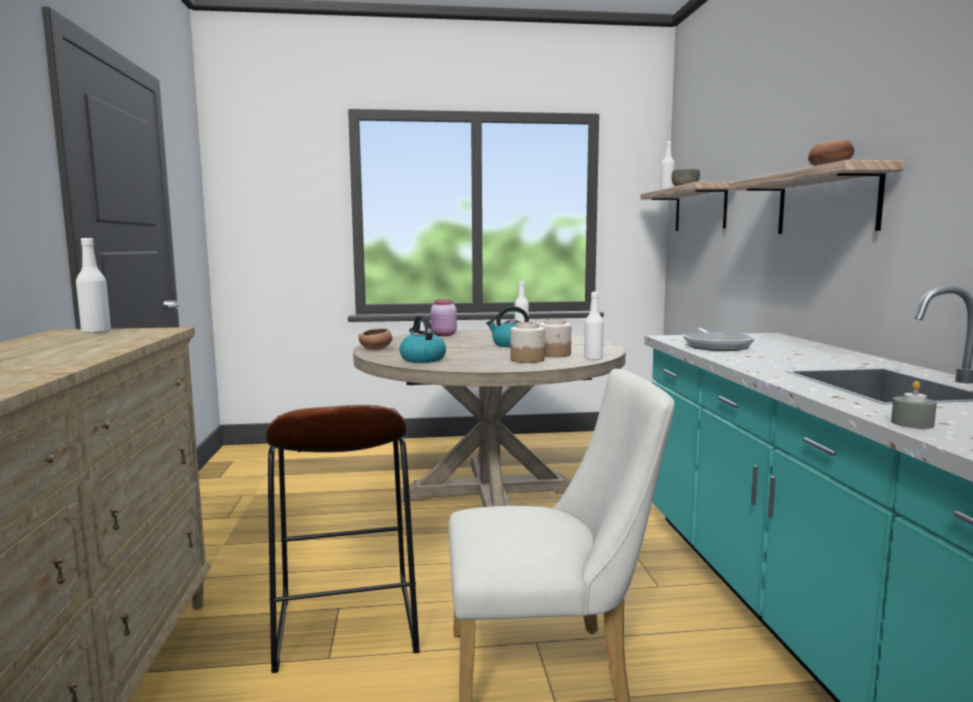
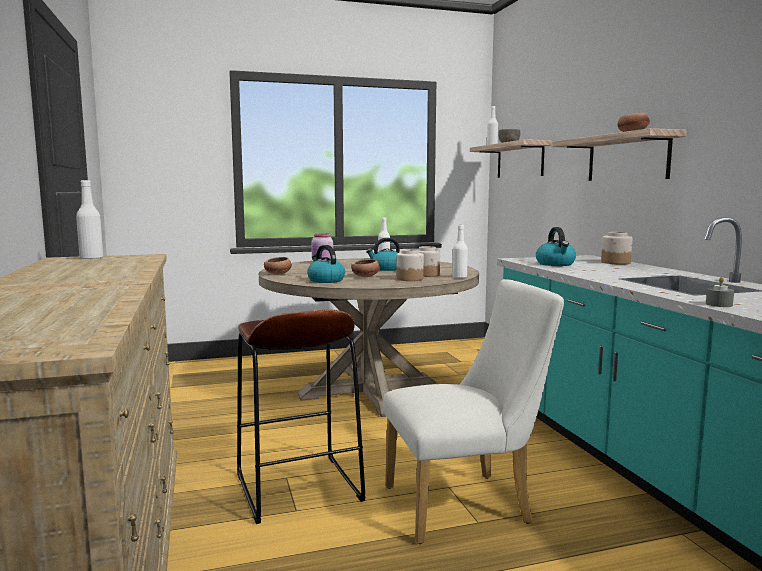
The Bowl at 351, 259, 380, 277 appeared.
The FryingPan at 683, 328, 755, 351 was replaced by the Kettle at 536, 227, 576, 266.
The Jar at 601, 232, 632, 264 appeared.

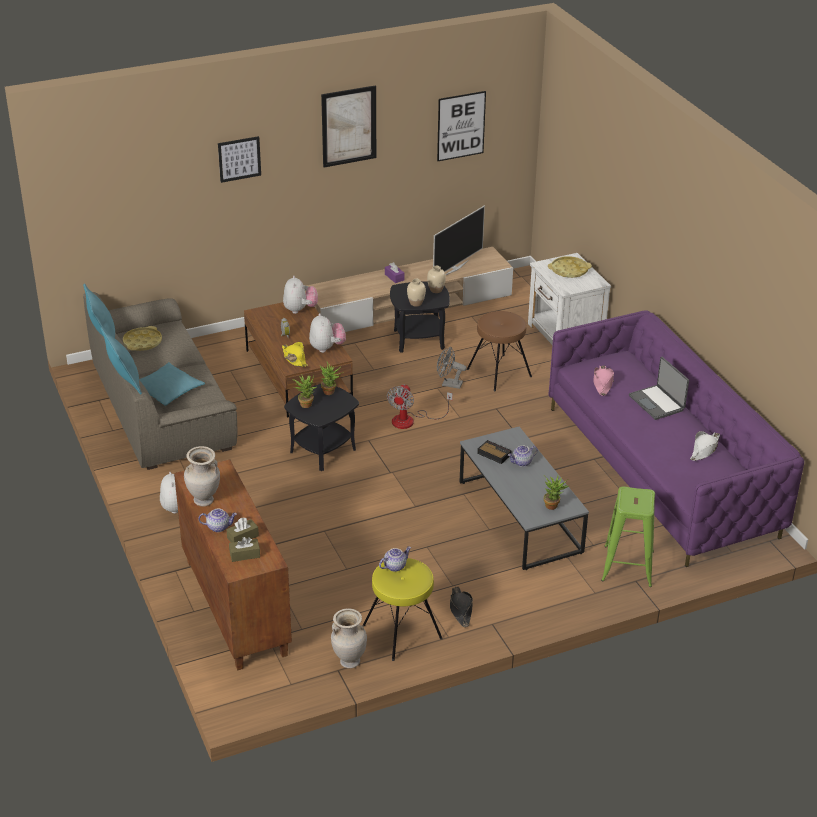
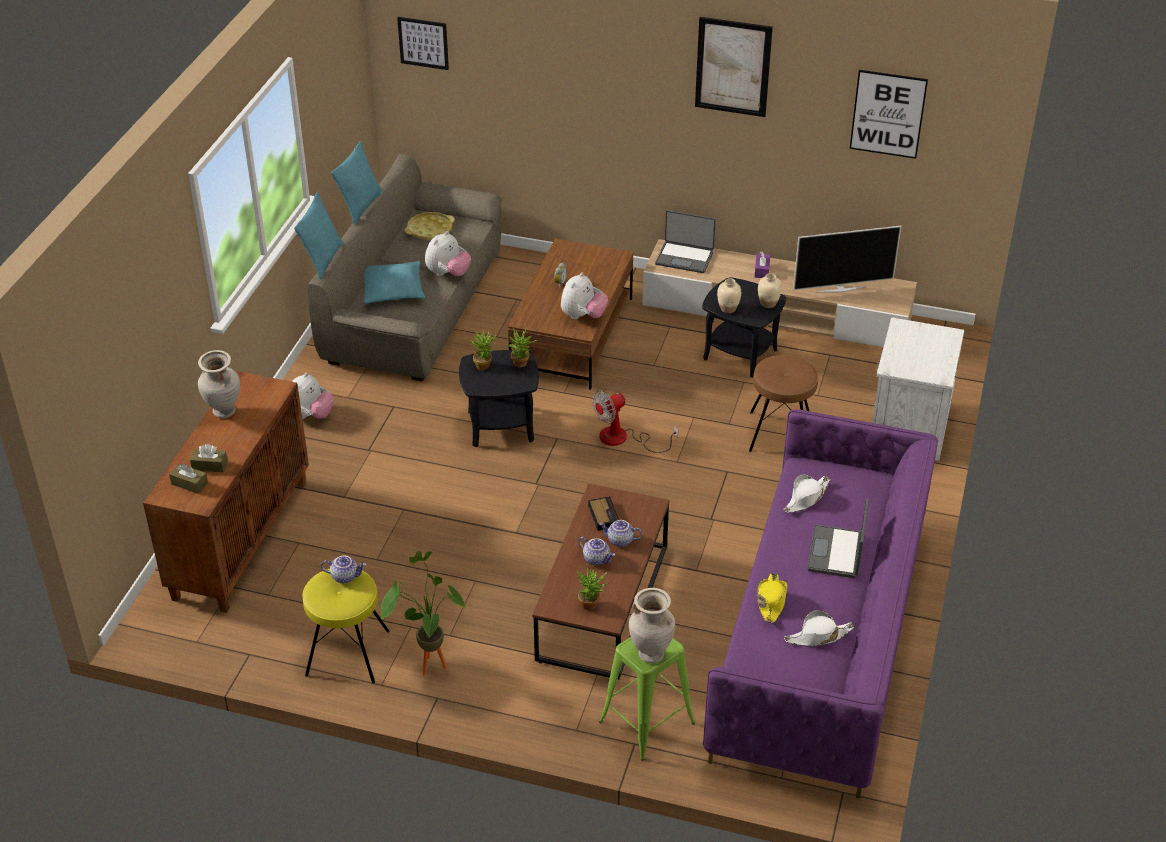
The BlackHat at 450, 587, 473, 627 was replaced by the PottedPlant at 381, 551, 467, 676.
The Picture moved from 218, 136, 261, 183 to 397, 17, 449, 70.
The PlushToy moved from 283, 276, 318, 314 to 425, 231, 471, 276.
The GreyCoffeeTable at 460, 427, 589, 570 became the BrownCoffeeTable at 532, 484, 670, 680.
The Teapot moved from 198, 509, 237, 532 to 578, 537, 615, 565.
The BeigeVase moved from 331, 608, 367, 668 to 629, 588, 675, 663.
The Laptop at 655, 210, 716, 273 appeared.
The YellowHat moved from 282, 342, 308, 367 to 757, 573, 787, 623.
The PinkHat at 593, 365, 614, 396 became the WhiteHat at 783, 475, 830, 513.
The GreyFan at 437, 347, 467, 389 disappeared.
The YellowTray at 548, 256, 592, 278 disappeared.

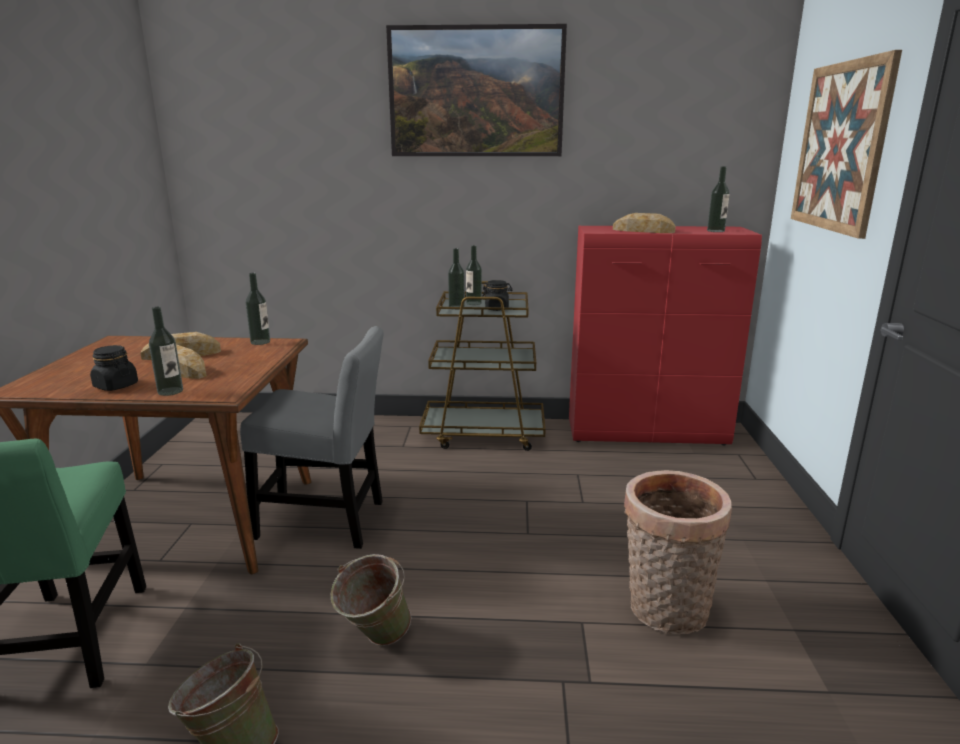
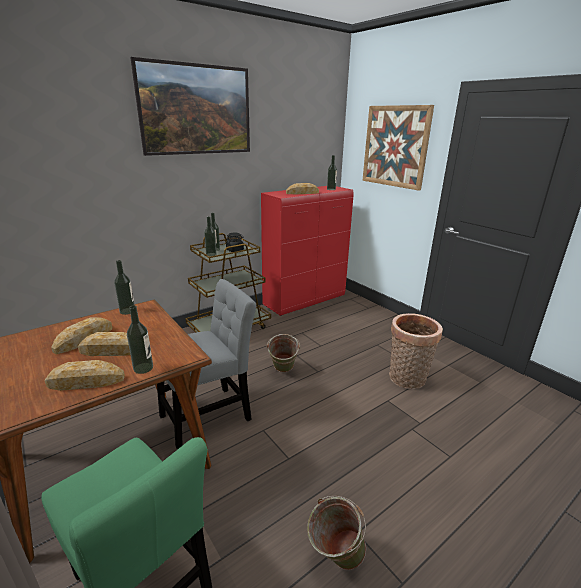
The BlackJar at 90, 345, 138, 391 was replaced by the Bread at 45, 360, 125, 391.
The GreenBucket moved from 331, 554, 411, 646 to 267, 334, 300, 372.

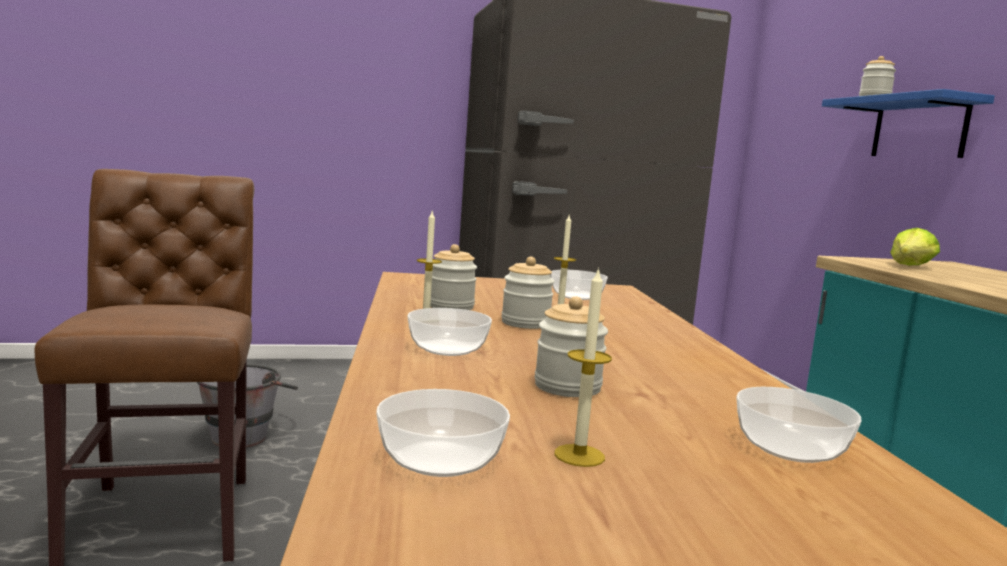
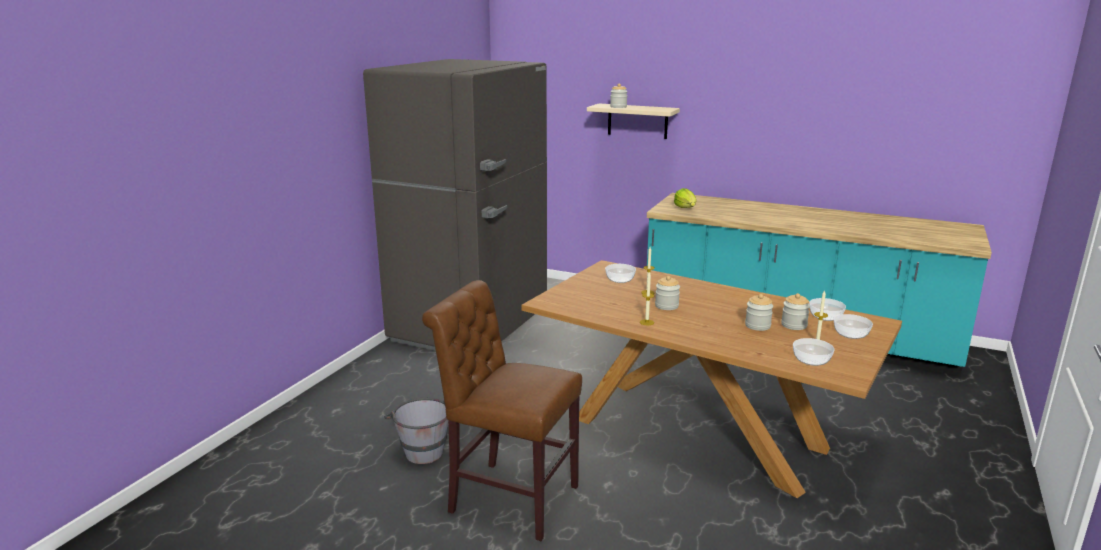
The BlueShelf at 822, 89, 995, 158 became the BeigeShelf at 587, 104, 680, 139.
The Jar moved from 430, 244, 477, 310 to 781, 293, 810, 330.
The Bowl moved from 408, 308, 492, 356 to 834, 314, 873, 339.

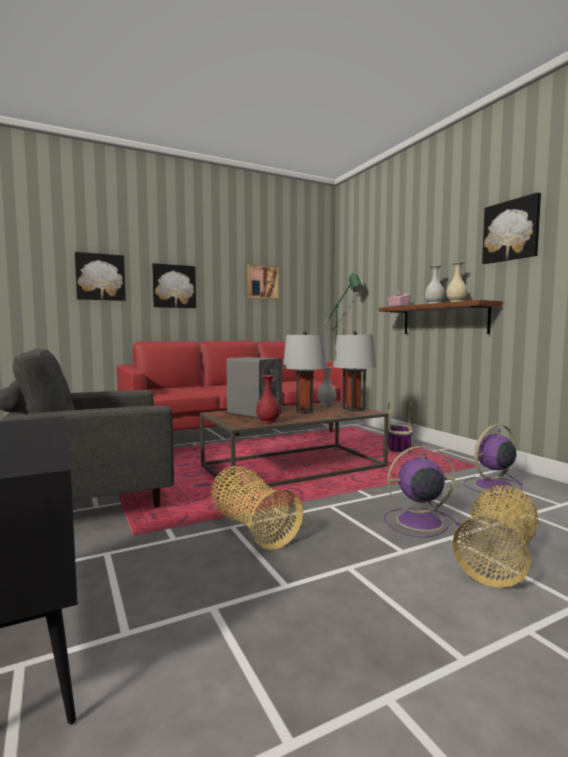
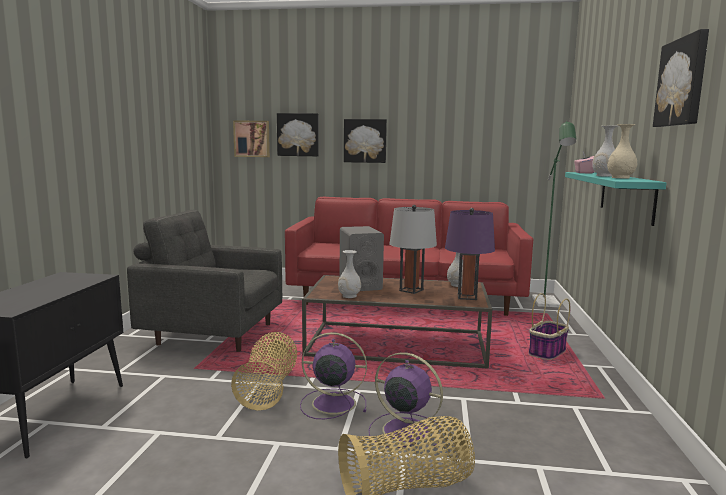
The Picture moved from 247, 264, 279, 300 to 233, 121, 270, 157.
The PurpleFan moved from 464, 424, 522, 497 to 300, 332, 367, 419.
The RedVase at 256, 375, 280, 423 became the WhiteVase at 338, 250, 361, 298.
The GreyTableLamp at 333, 331, 376, 412 became the PurpleTableLamp at 445, 208, 495, 300.
The BrownShelf at 379, 300, 502, 334 became the TurquoiseShelf at 565, 172, 666, 226.

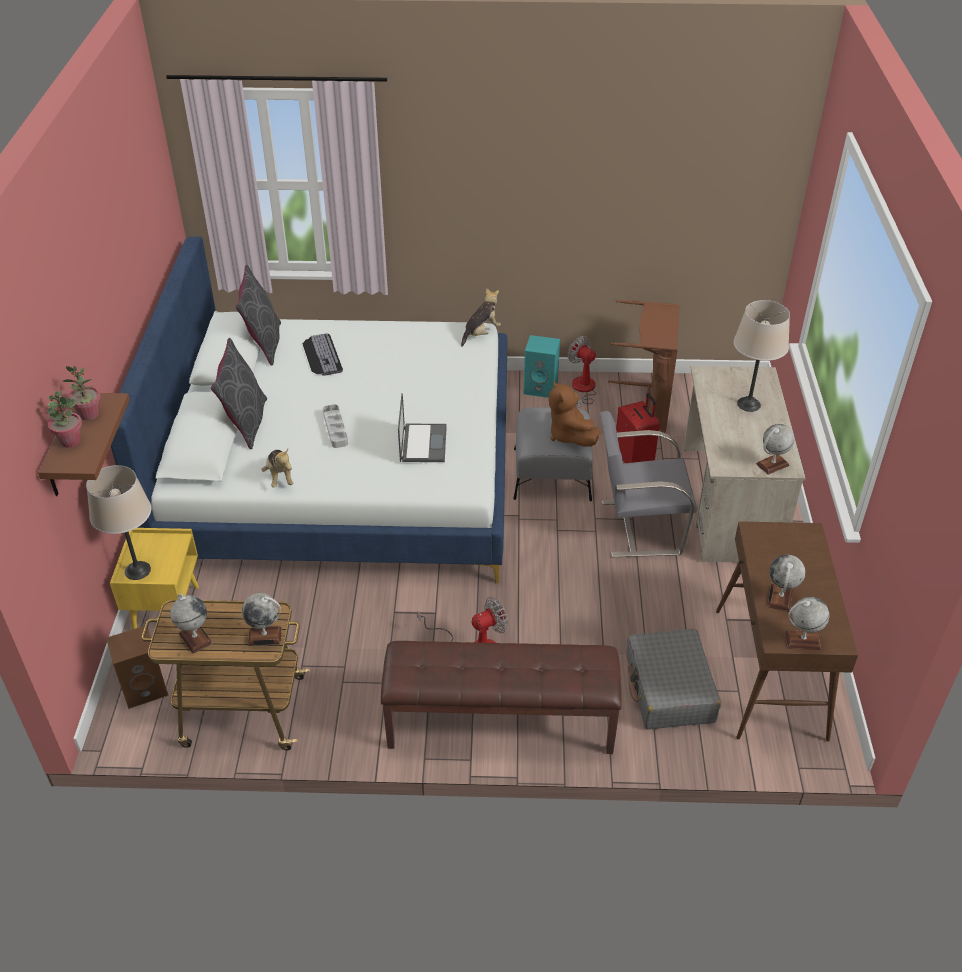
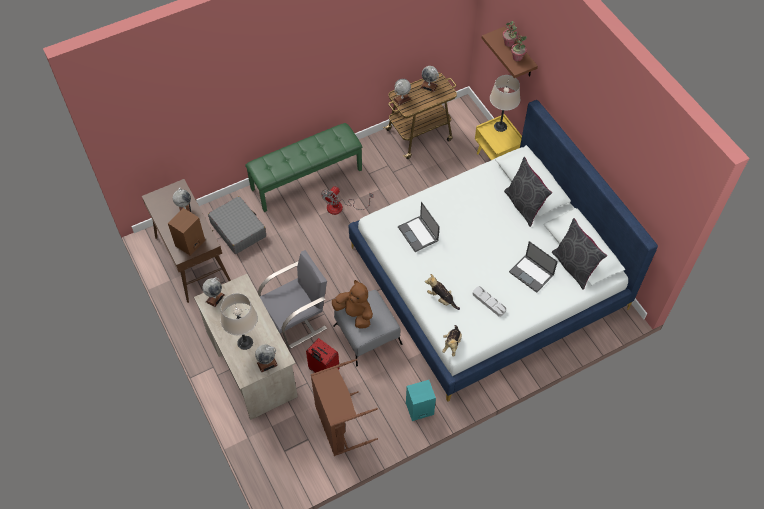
The BrownSpeaker moved from 106, 626, 168, 709 to 168, 208, 205, 256.
The BrownBench at 381, 641, 622, 754 became the GreenBench at 245, 123, 363, 212.
The Globe moved from 785, 597, 829, 650 to 255, 344, 278, 373.
The PlushToy moved from 261, 449, 293, 488 to 425, 274, 460, 310.
The GreyTray moved from 323, 404, 348, 448 to 473, 286, 506, 317.
The Keyboard at 303, 333, 343, 376 was replaced by the Laptop at 509, 241, 558, 293.
The Fan at 568, 336, 596, 409 disappeared.

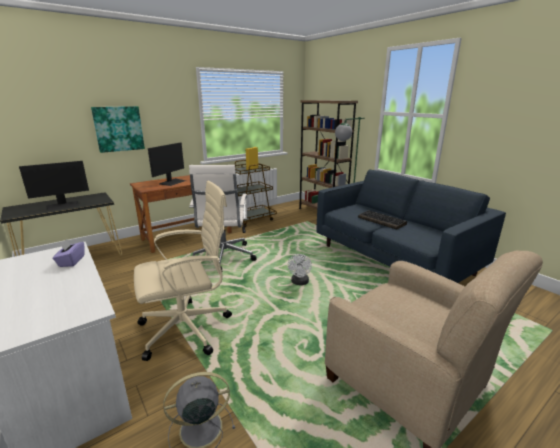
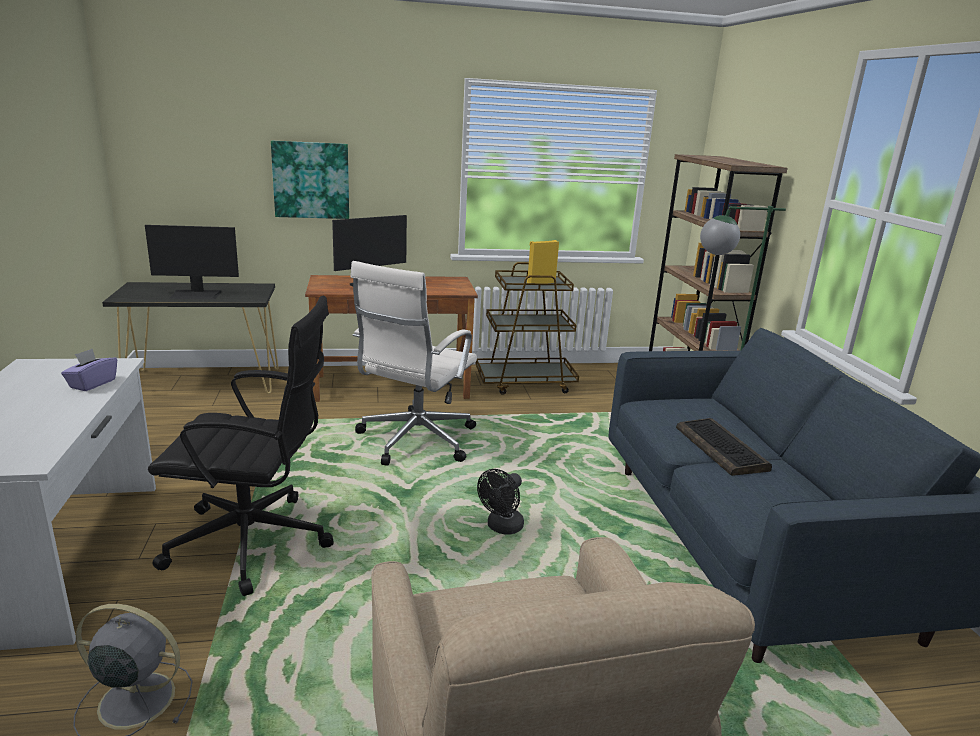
The BeigeOfficeChair at 134, 181, 232, 361 became the BlackOfficeChair at 148, 296, 334, 596.
The WhiteFan at 288, 254, 312, 285 became the BlackFan at 477, 469, 524, 535.

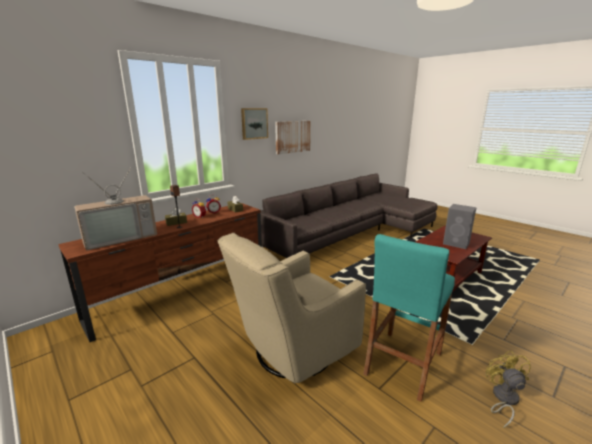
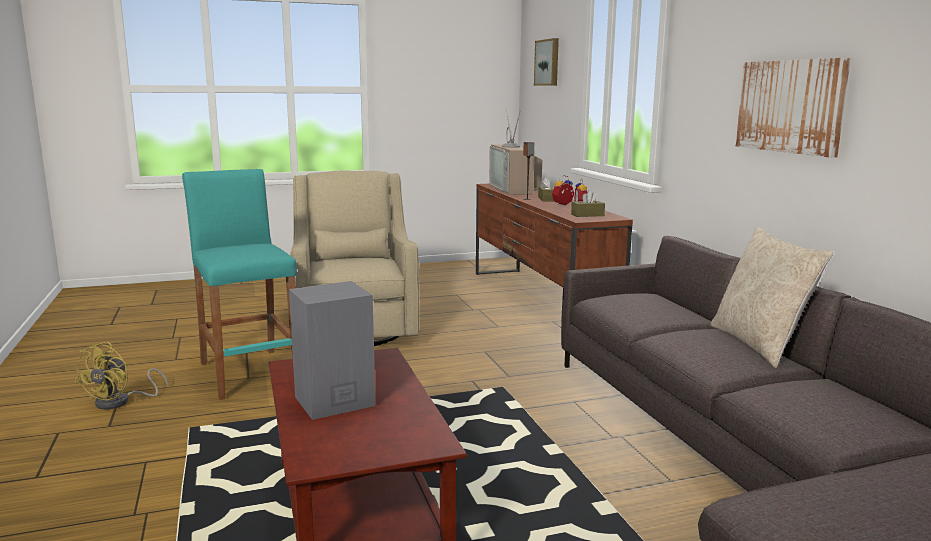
The YellowFan at 486, 351, 531, 428 turned 75 degrees clockwise.
The Picture moved from 241, 108, 268, 140 to 534, 38, 559, 86.
The BeigePillow at 710, 227, 833, 368 appeared.

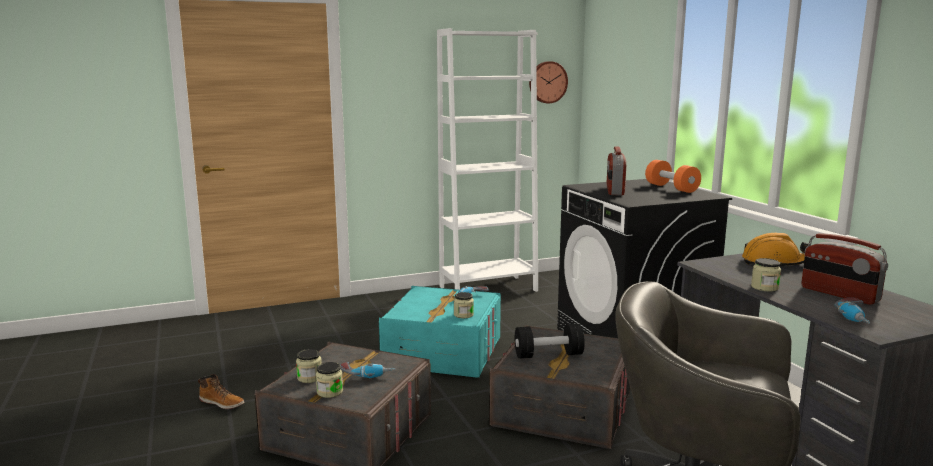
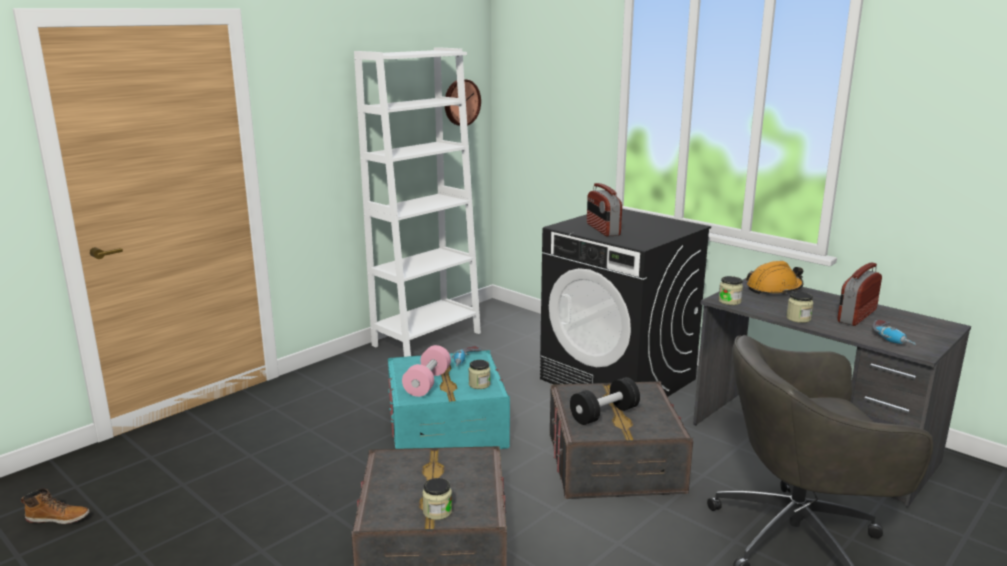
The Boot moved from 198, 374, 244, 409 to 21, 488, 90, 524.
The PinkDumbbell at 402, 345, 451, 397 appeared.
The Jar moved from 296, 349, 322, 383 to 718, 276, 743, 305.
The Radio at 802, 233, 888, 305 turned 105 degrees clockwise.
The PowerDrill at 340, 362, 396, 378 disappeared.
The OrangeDumbbell at 645, 160, 701, 193 disappeared.

